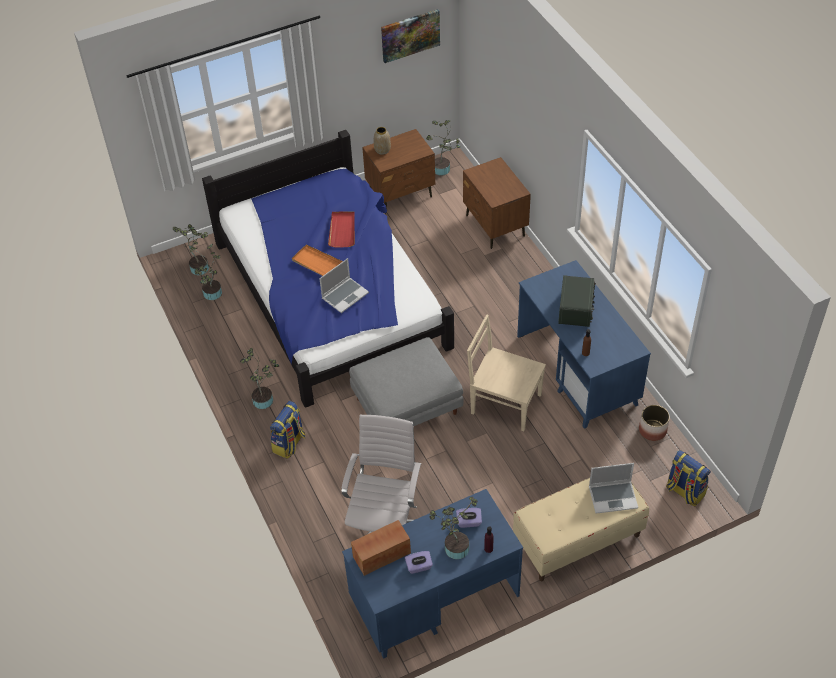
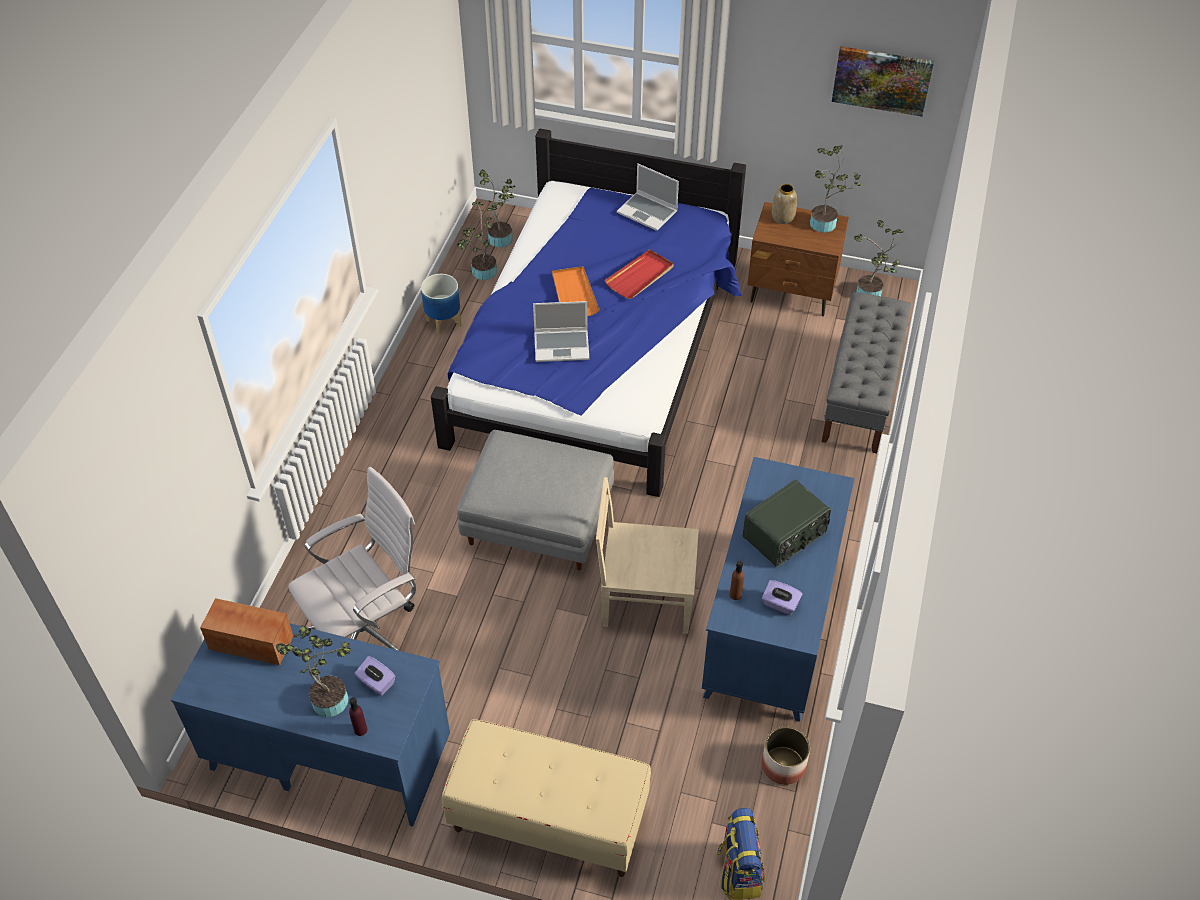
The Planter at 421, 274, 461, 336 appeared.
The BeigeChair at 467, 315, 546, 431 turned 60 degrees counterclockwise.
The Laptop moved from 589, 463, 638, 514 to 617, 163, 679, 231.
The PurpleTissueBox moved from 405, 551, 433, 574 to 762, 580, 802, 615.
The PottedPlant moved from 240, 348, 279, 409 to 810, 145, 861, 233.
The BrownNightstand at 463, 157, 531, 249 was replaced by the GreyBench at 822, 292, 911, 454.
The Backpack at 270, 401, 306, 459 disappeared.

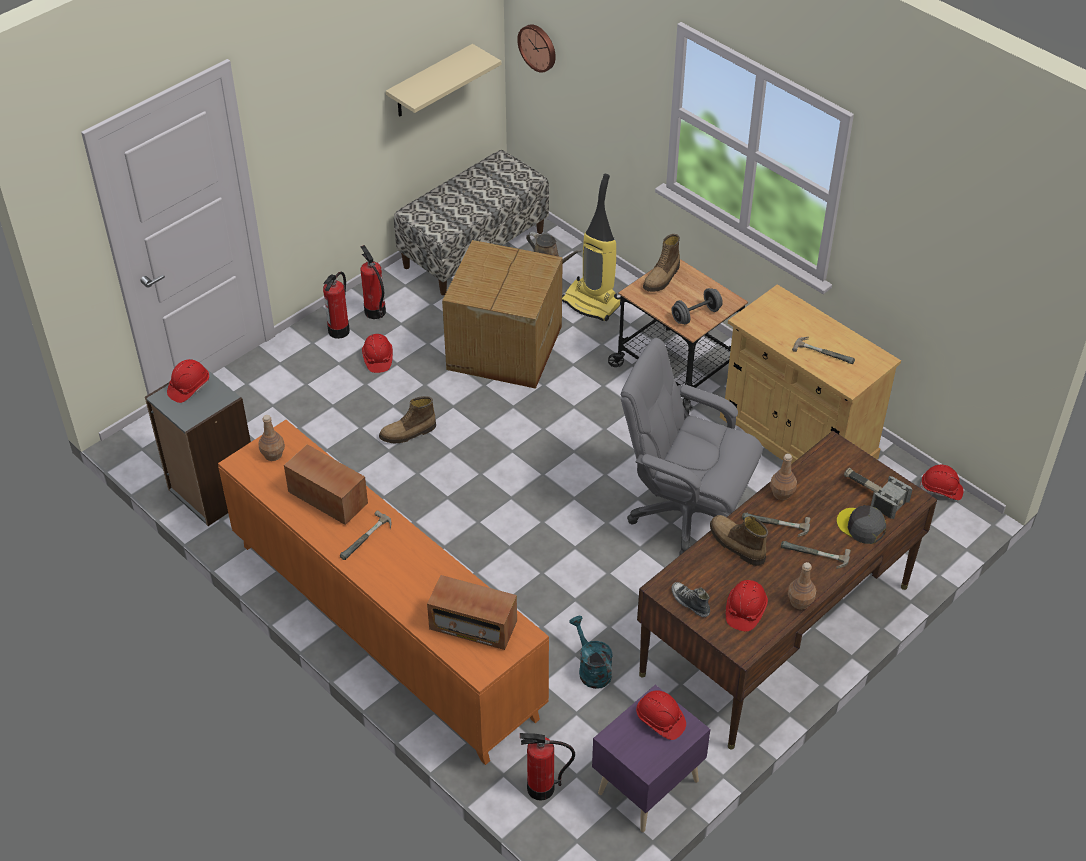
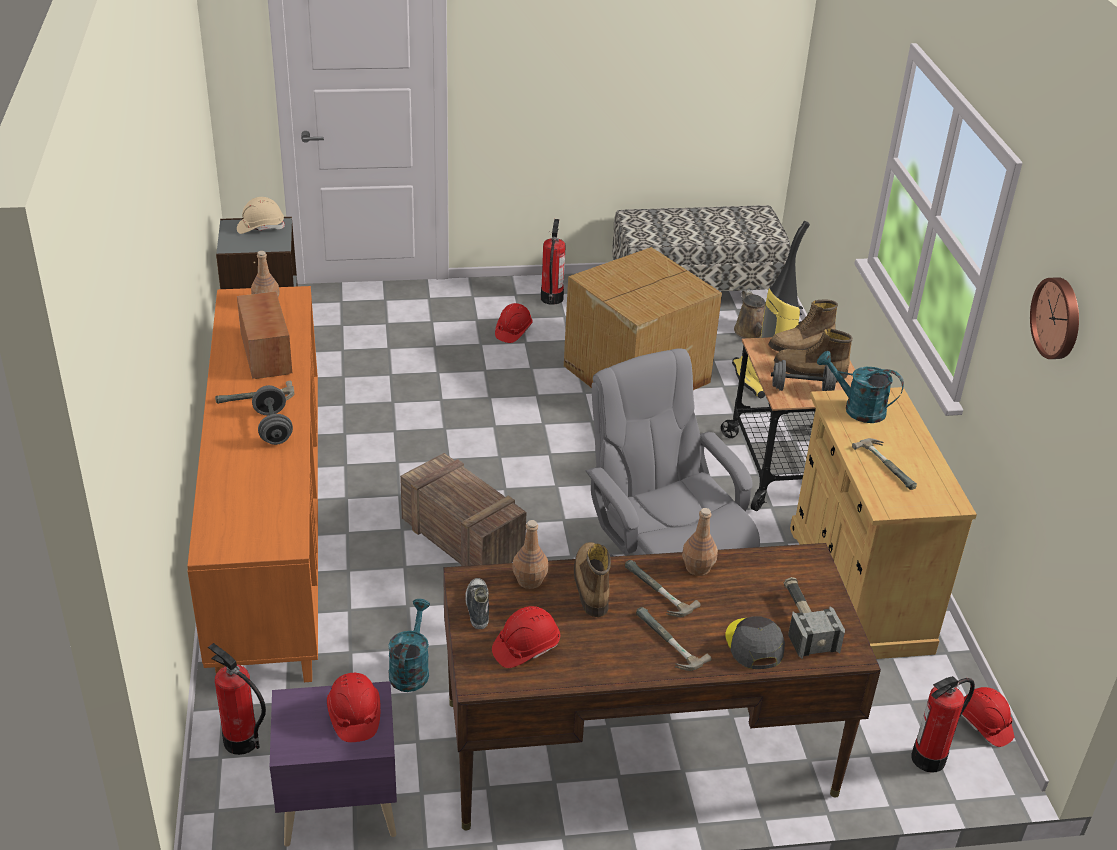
The RedHardHat at 167, 359, 209, 403 became the BeigeHardHat at 237, 197, 285, 234.
The GreyDumbbell at 252, 385, 293, 445 appeared.
The Crate at 400, 453, 526, 566 appeared.
The BrownBottle moved from 788, 562, 816, 610 to 512, 520, 548, 589.
The Boot moved from 379, 396, 436, 443 to 774, 328, 853, 379.
The TurquoiseWateringCan at 817, 351, 904, 423 appeared.
The FireExtinguisher moved from 323, 272, 350, 339 to 911, 676, 975, 773.
The WallClock moved from 517, 24, 556, 73 to 1030, 277, 1079, 359.
The BeigeShelf at 386, 44, 501, 117 disappeared.
The Radio at 427, 575, 517, 650 disappeared.

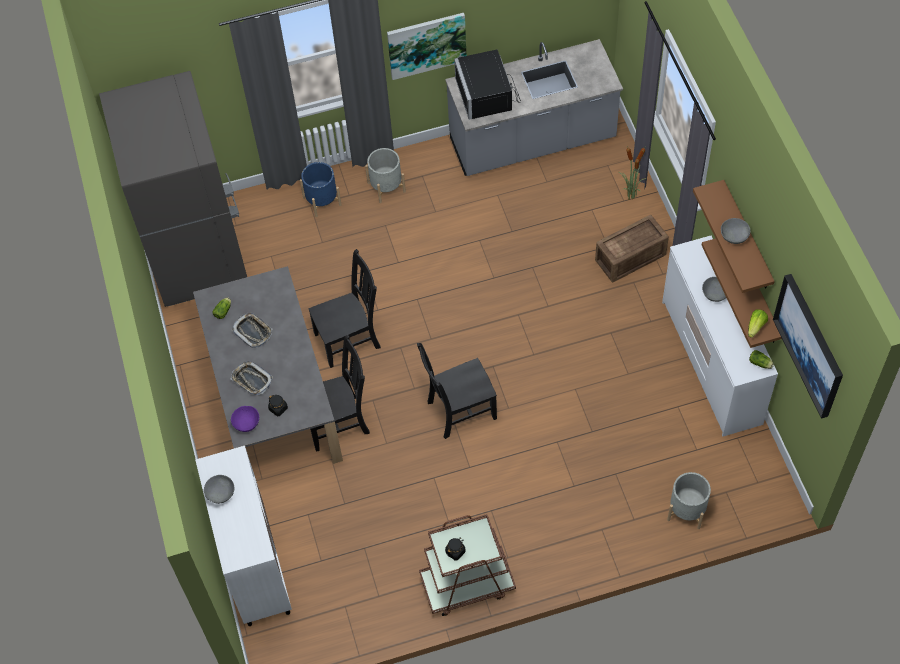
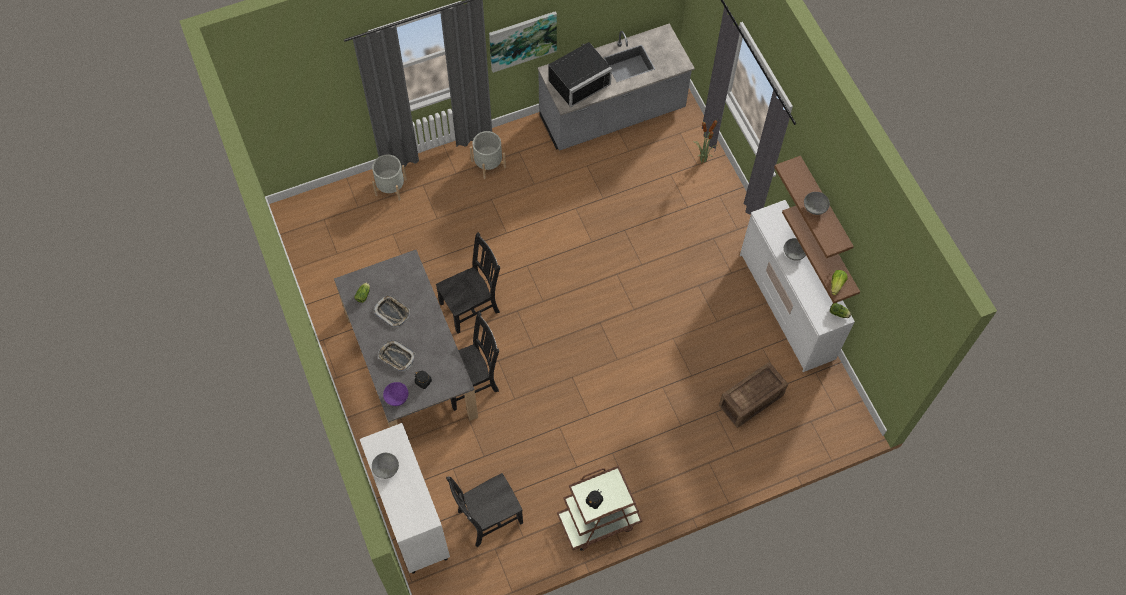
The GreyPlanter moved from 667, 472, 711, 529 to 372, 154, 407, 201.
The BlackChair moved from 417, 343, 497, 439 to 446, 473, 523, 547.
The BlackMicrowave at 454, 49, 521, 120 turned 105 degrees counterclockwise.
The Crate moved from 595, 215, 669, 282 to 719, 362, 788, 428.
The GreyFridge at 99, 71, 247, 307 disappeared.
The BluePlanter at 300, 162, 342, 217 disappeared.
The Picture at 773, 274, 843, 419 disappeared.

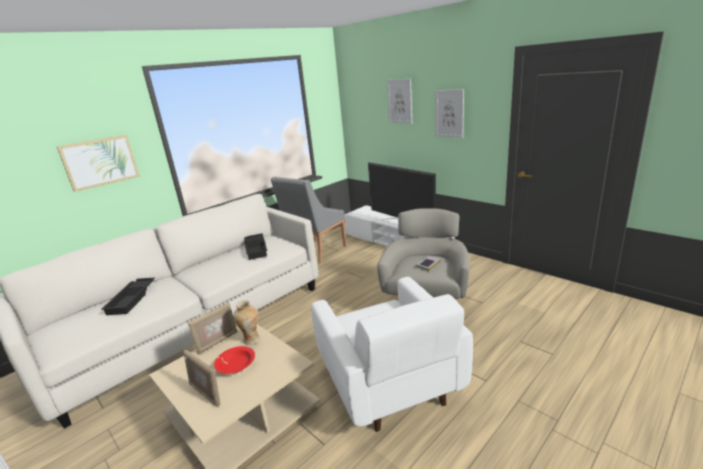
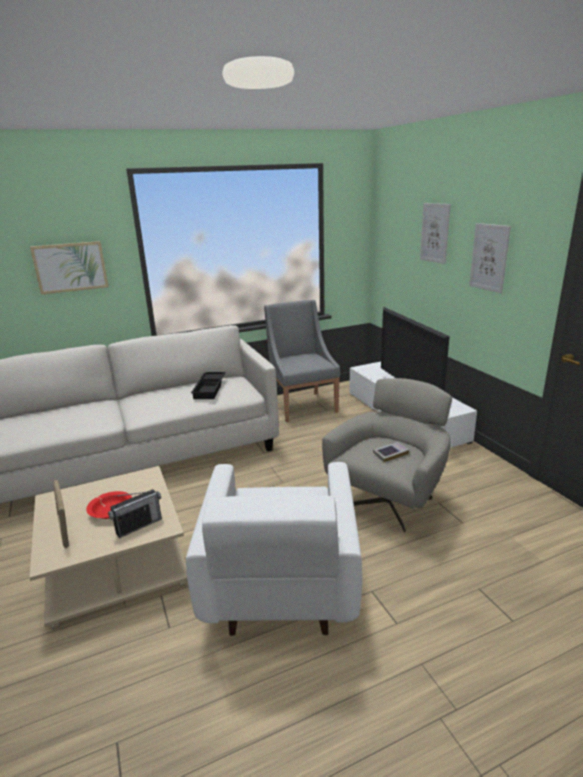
The Radio at 108, 490, 162, 538 appeared.
The GreyArmchair at 271, 177, 347, 263 turned 105 degrees clockwise.
The BlackTray at 101, 278, 155, 315 disappeared.
The PictureFrame at 188, 302, 238, 355 disappeared.
The Vase at 233, 300, 260, 345 disappeared.

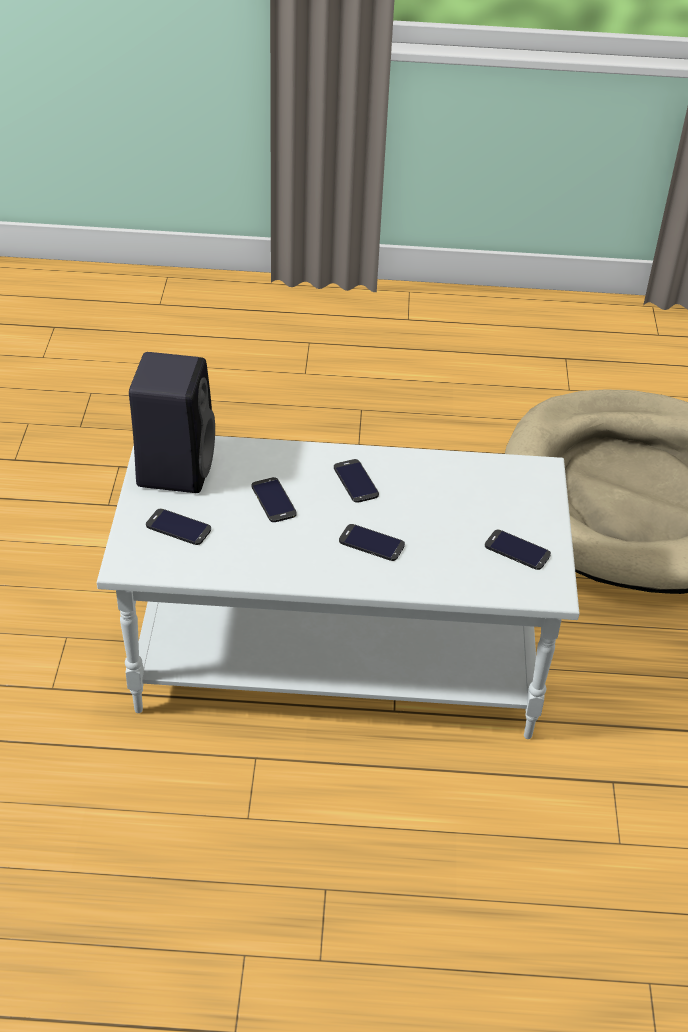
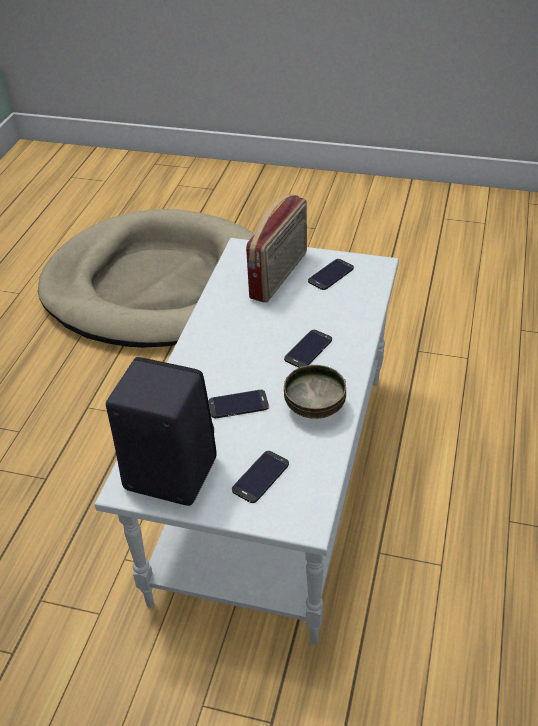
The Radio at 246, 194, 307, 302 appeared.
The Bowl at 284, 365, 346, 419 appeared.
The Phone at 334, 459, 379, 503 disappeared.

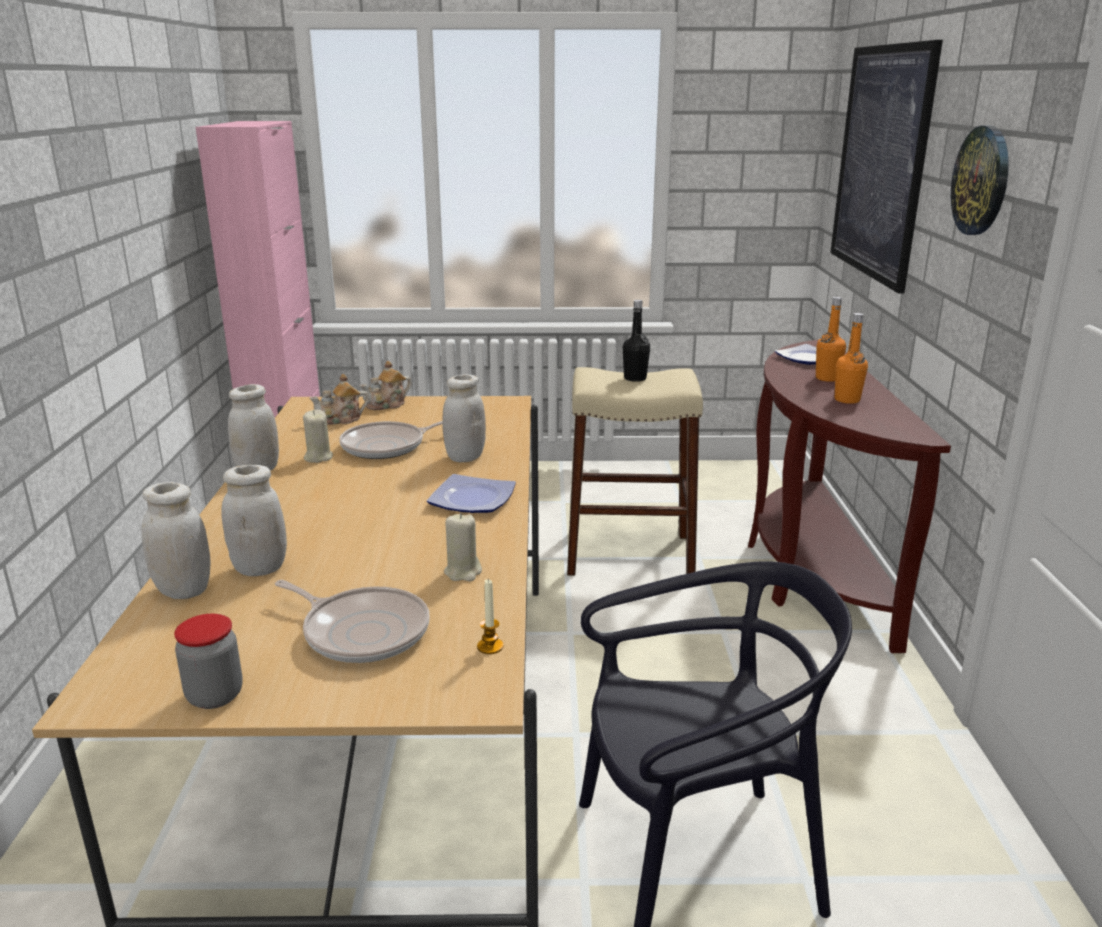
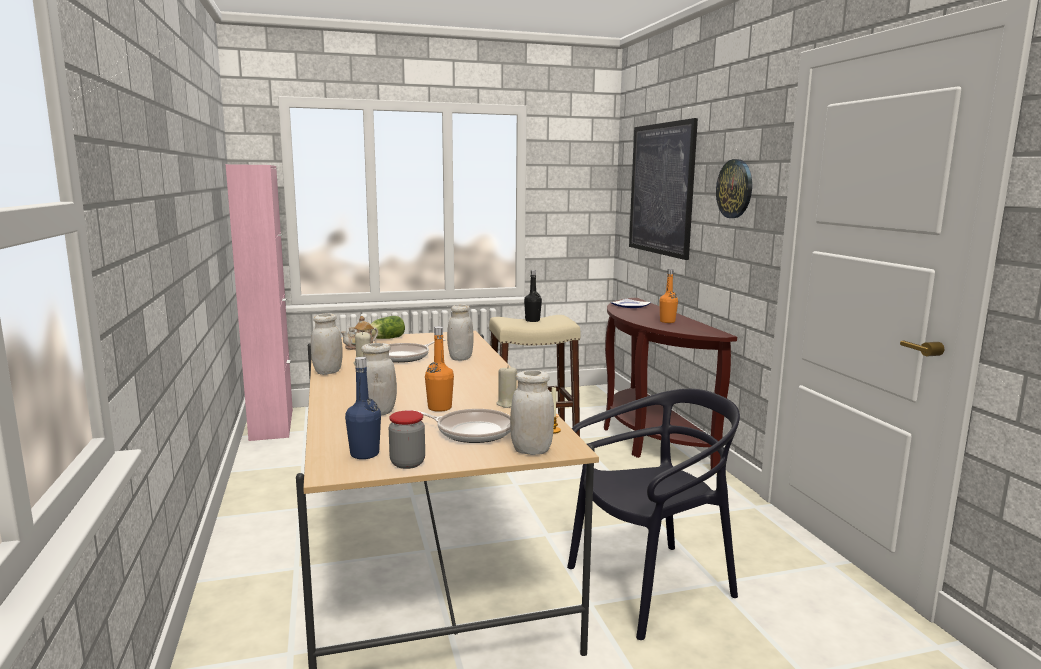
The BlueBottle at 345, 357, 381, 459 appeared.
The Teapot at 359, 361, 412, 410 was replaced by the Lettuce at 370, 316, 405, 339.
The OrangeBottle moved from 816, 297, 846, 382 to 425, 326, 454, 412.
The WhiteJar moved from 141, 482, 210, 599 to 510, 370, 554, 455.
The Plate at 427, 474, 516, 513 disappeared.

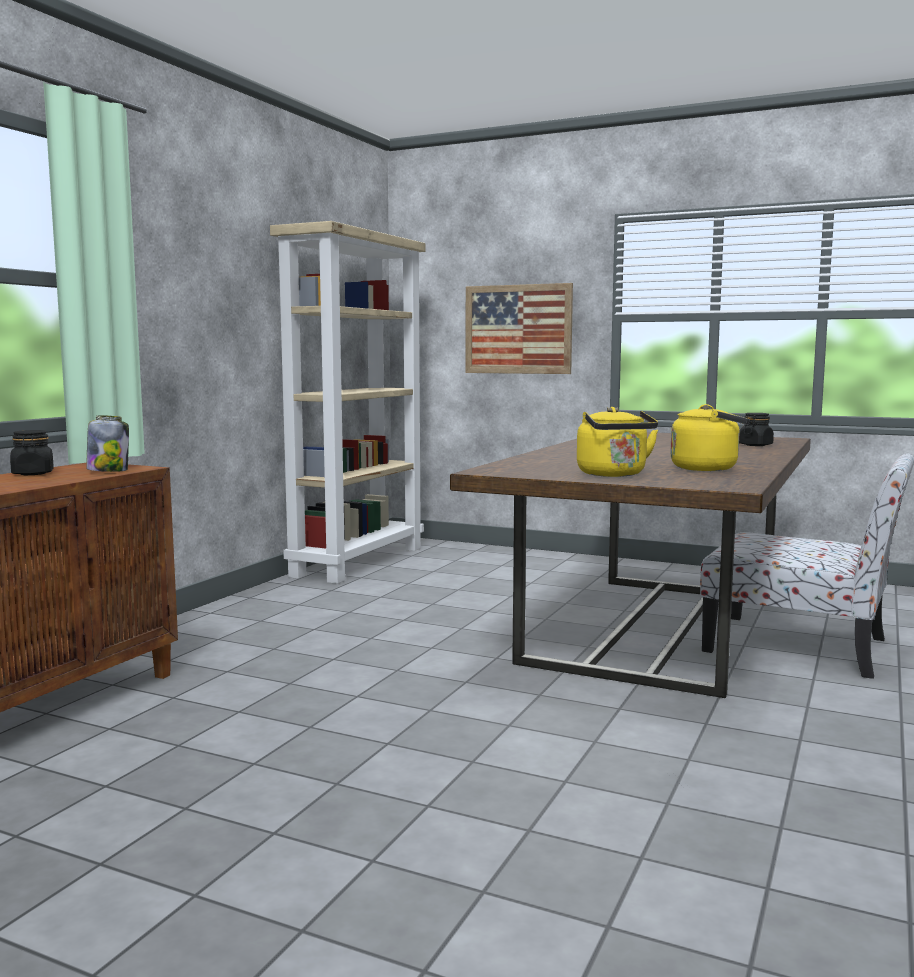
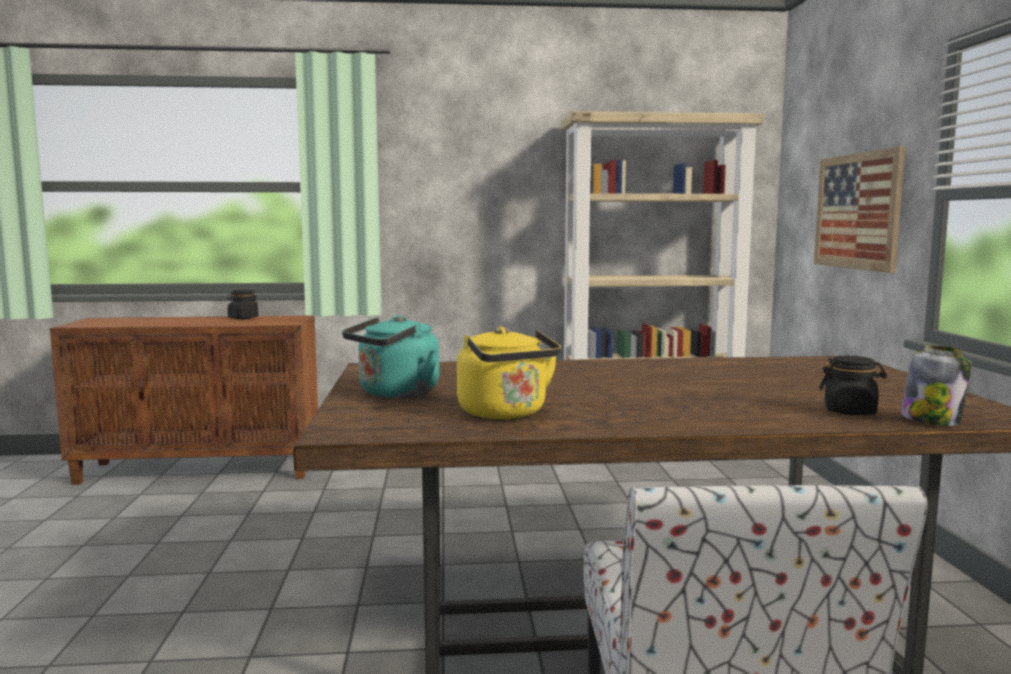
The YellowKettle at 577, 407, 658, 477 became the TurquoiseKettle at 342, 315, 439, 398.
The Jar moved from 86, 415, 129, 472 to 901, 345, 972, 426.

